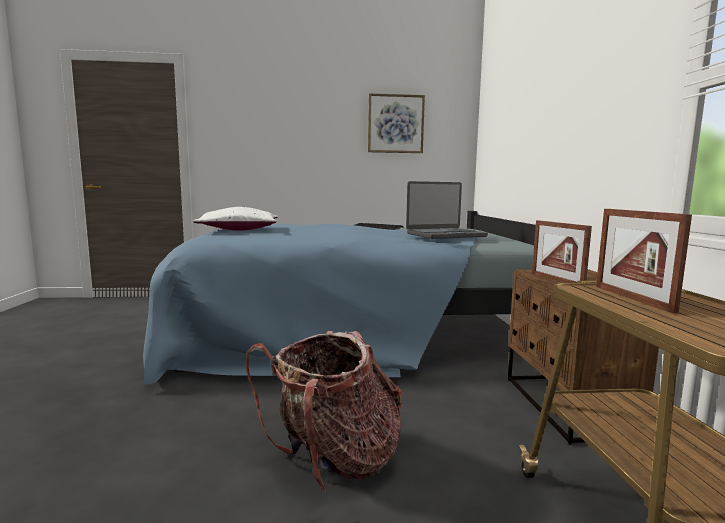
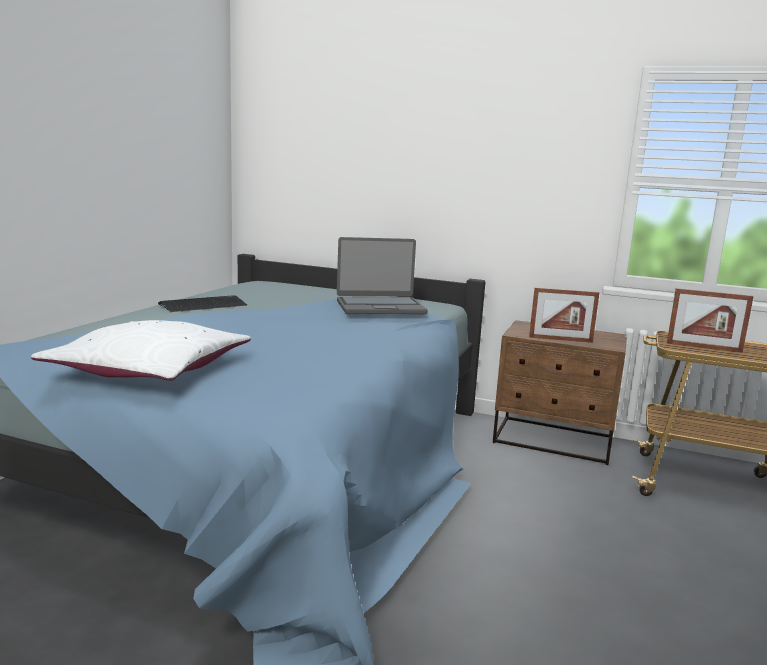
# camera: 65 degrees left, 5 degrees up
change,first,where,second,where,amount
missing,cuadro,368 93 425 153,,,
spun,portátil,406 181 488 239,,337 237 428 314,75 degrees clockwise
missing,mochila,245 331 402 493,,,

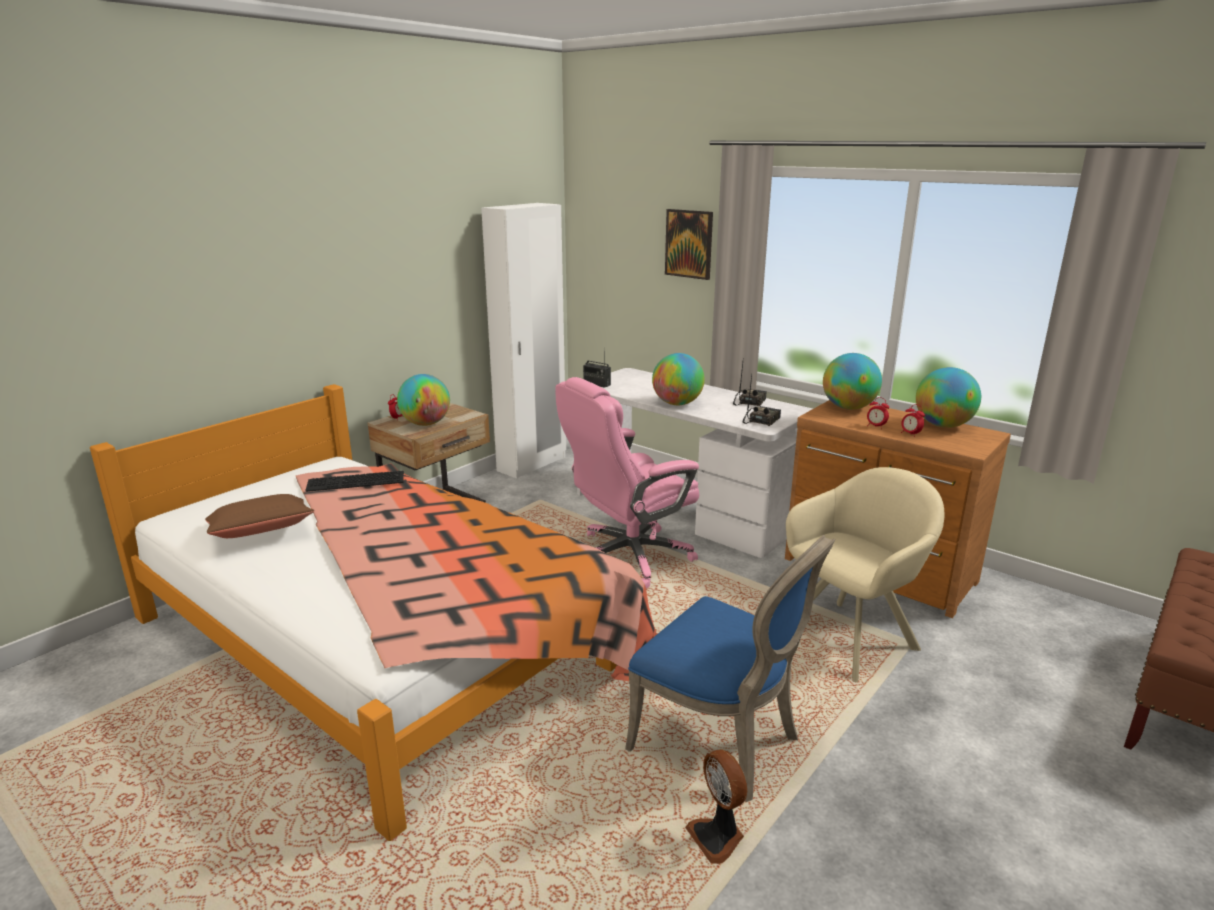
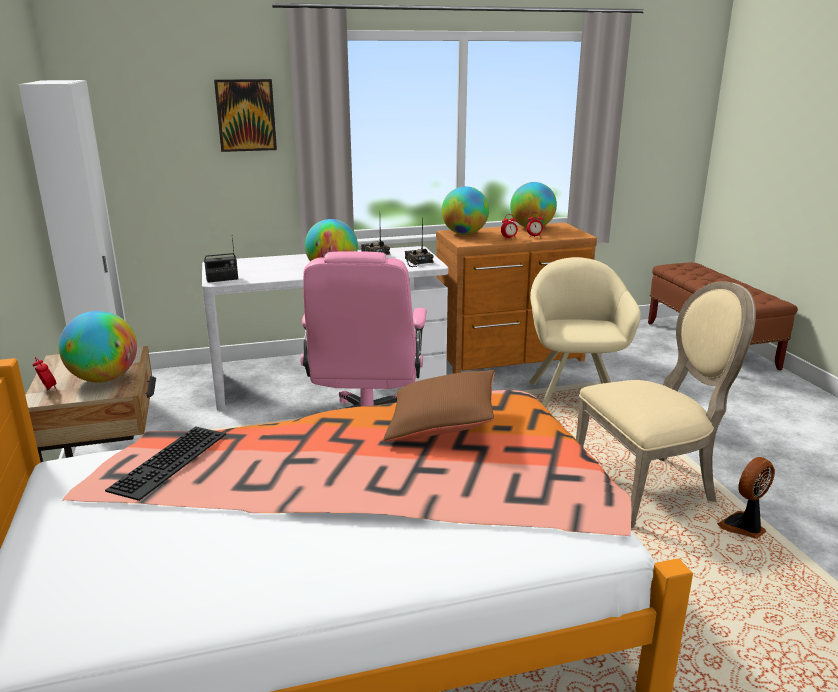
# camera: 55 degrees left, 0 degrees up
change,first,where,second,where,amount
relocated,cojín [marrón],205 494 314 538,,383 370 495 441,
colour,silla [azul],625 535 835 802,silla [beis],576 281 756 528,
spun,ventilador,685 749 747 864,,717 457 775 539,135 degrees clockwise

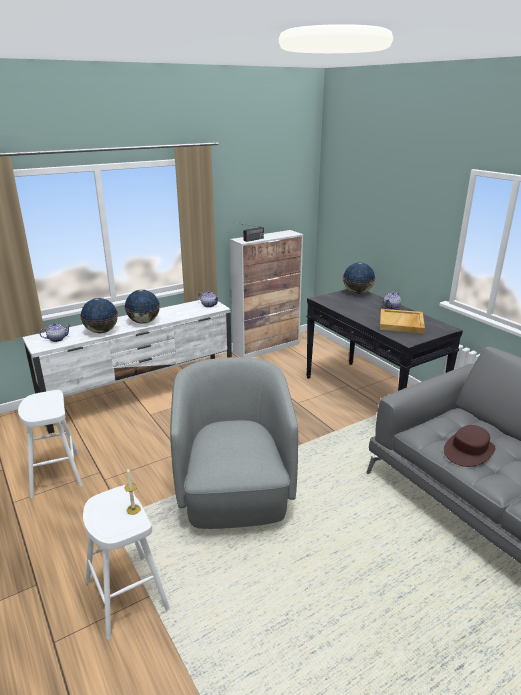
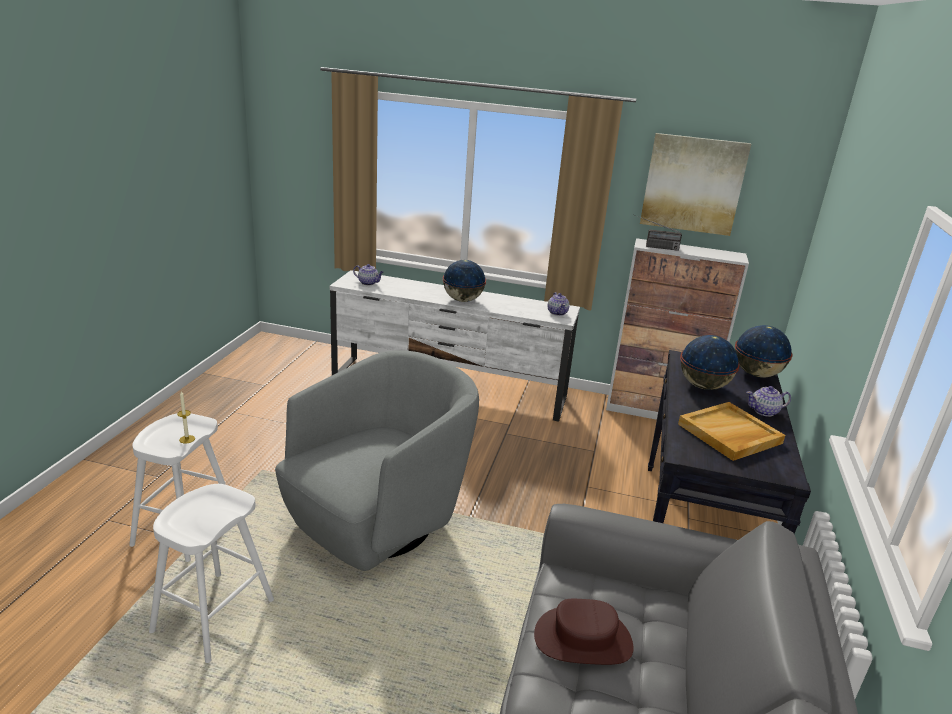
# camera: 45 degrees right, 0 degrees up
change,first,where,second,where,amount
relocated,globo terráqueo,80 298 118 333,,680 335 740 390,
relocated,taburete [blanco],18 390 83 498,,149 484 274 663,
appeared,,,cuadro,640 133 751 236,

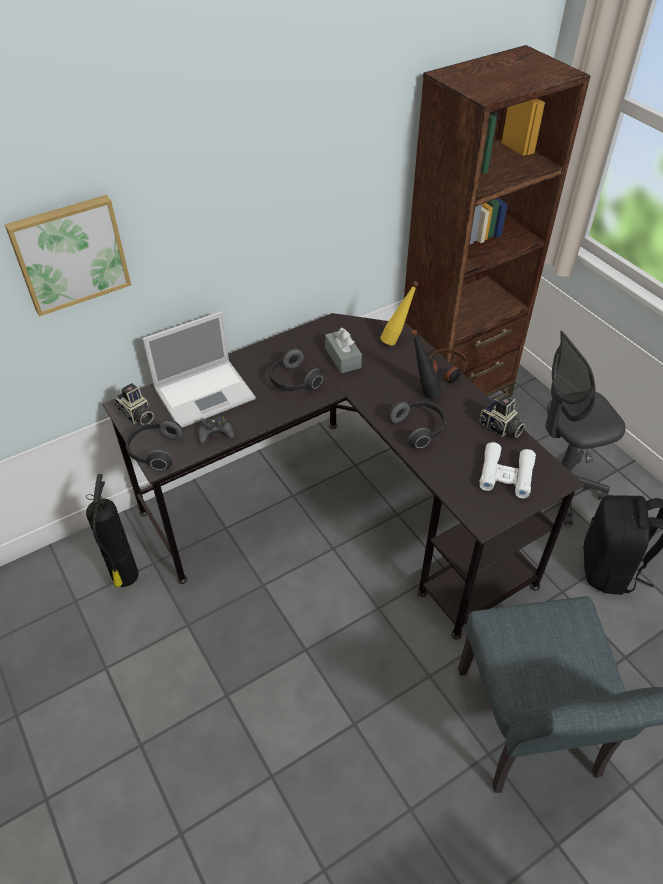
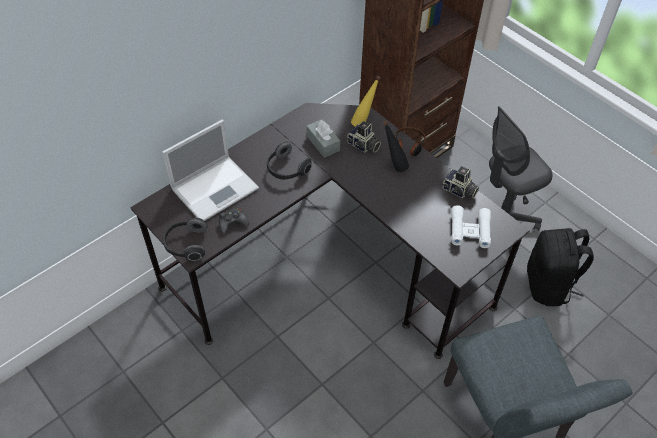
# camera: 10 degrees left, 5 degrees up
change,first,where,second,where,amount
missing,cuadro,5 195 131 316,,,
relocated,cámara,114 383 154 425,,346 121 381 153,
missing,auriculares,389 401 446 448,,,
missing,extintor,86 474 139 587,,,

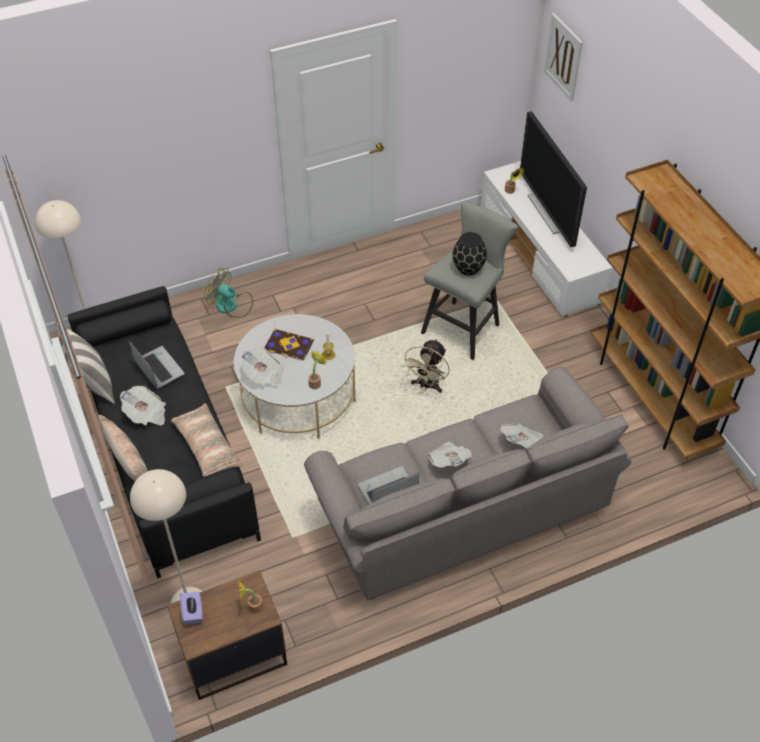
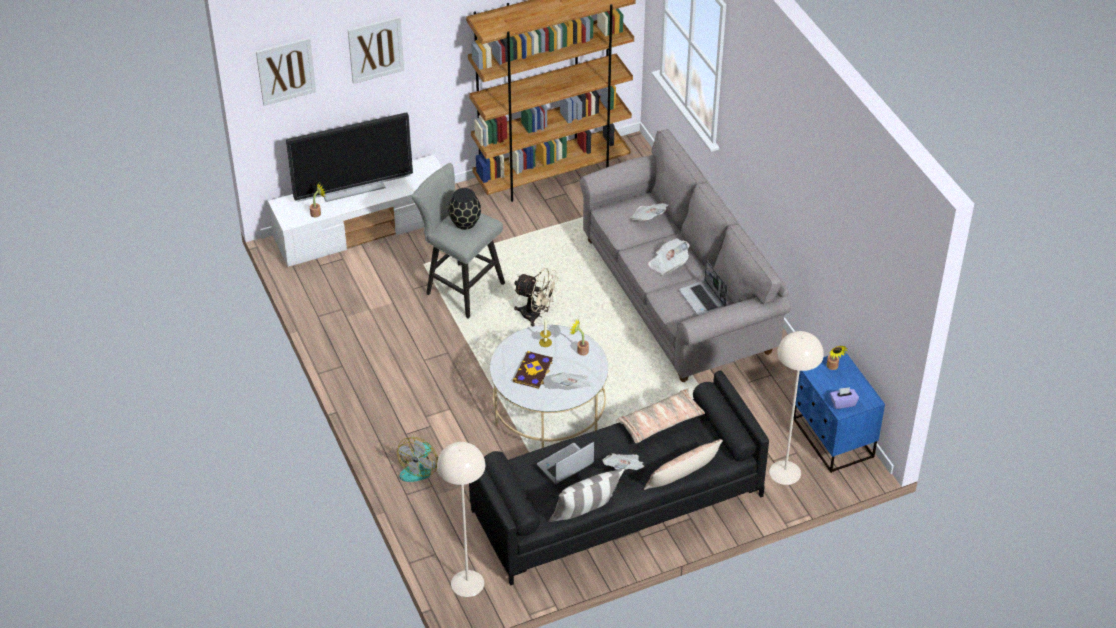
# camera: 90 degrees left, 5 degrees down
change,first,where,second,where,amount
colour,mesita de noche [marrón],167 570 287 700,mesita de noche [azul],793 351 885 473,
appeared,,,cuadro,348 16 404 84,

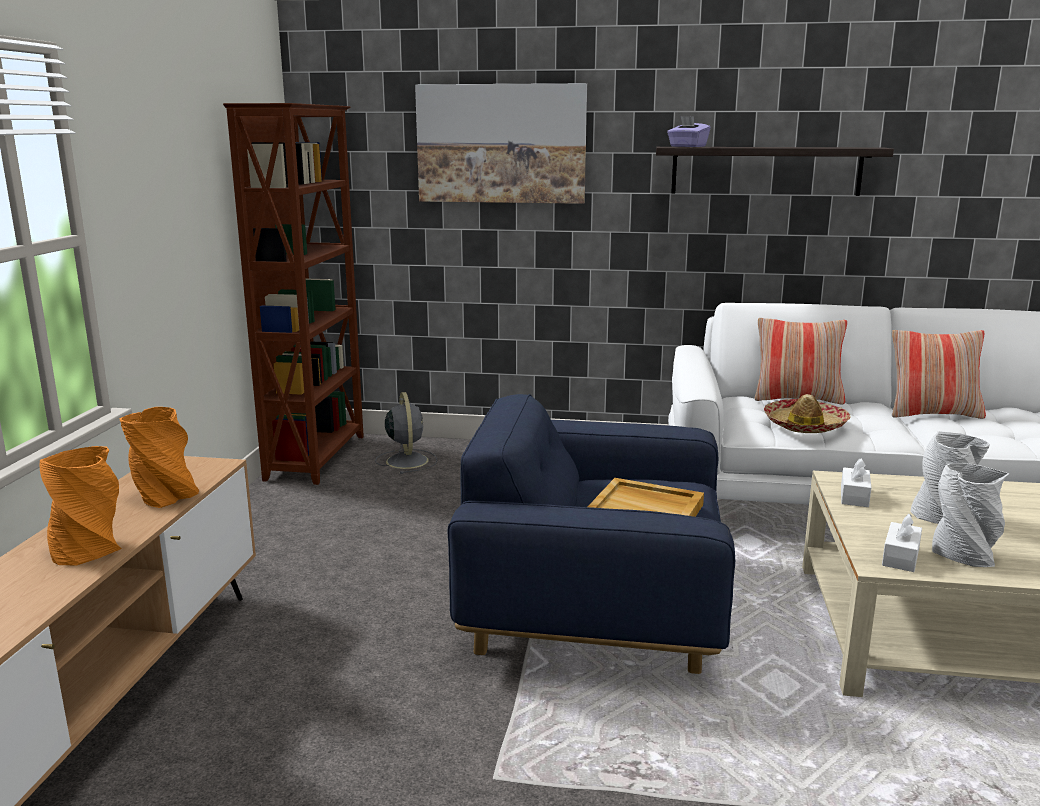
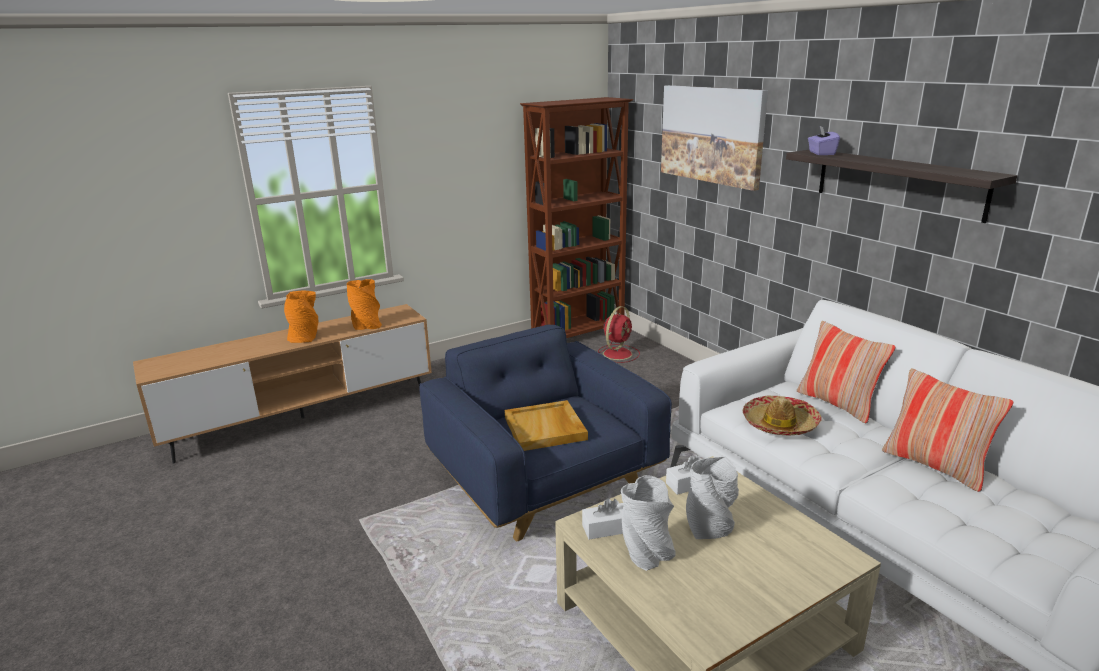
# camera: 50 degrees right, 5 degrees up
change,first,where,second,where,amount
colour,ventilador [gris],375 392 437 474,ventilador [rojo],598 306 640 363,

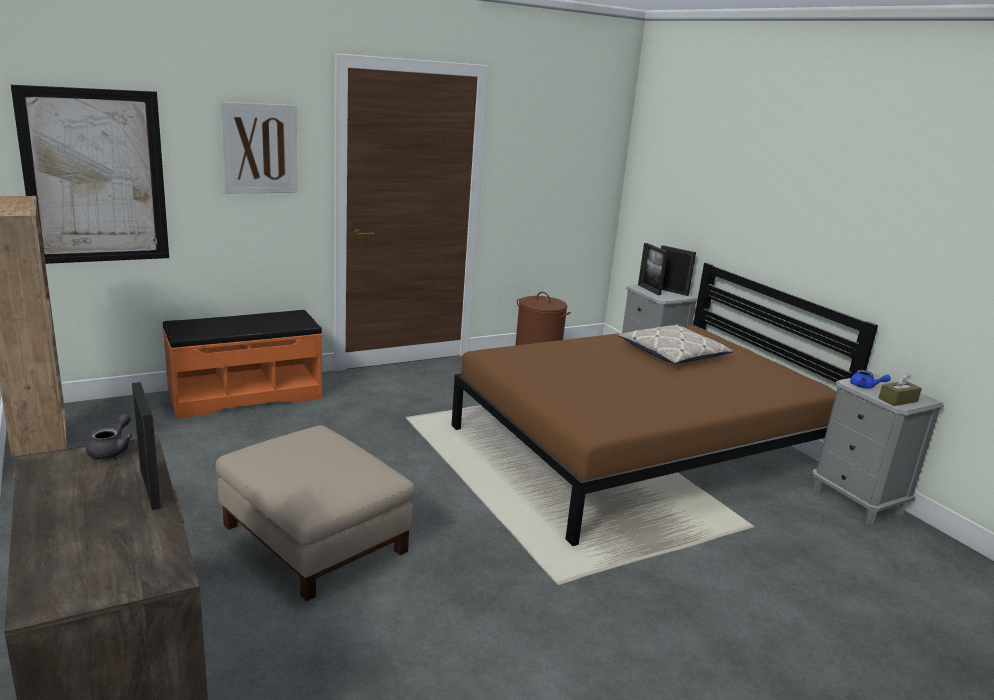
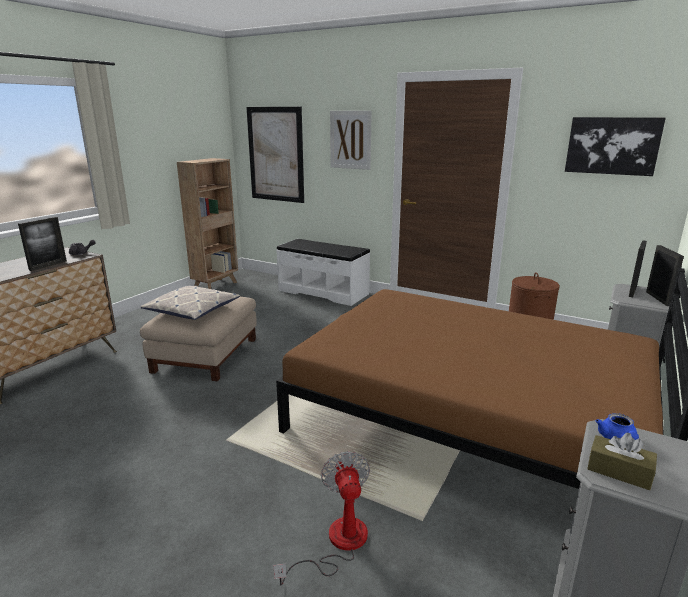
# camera: 60 degrees right, 0 degrees up
change,first,where,second,where,amount
colour,banco [naranja],162 310 323 419,banco [blanco],276 239 370 306,
relocated,cojín,618 324 734 364,,140 285 240 320,
appeared,,,cuadro,565 117 666 176,
appeared,,,ventilador,274 451 370 586,

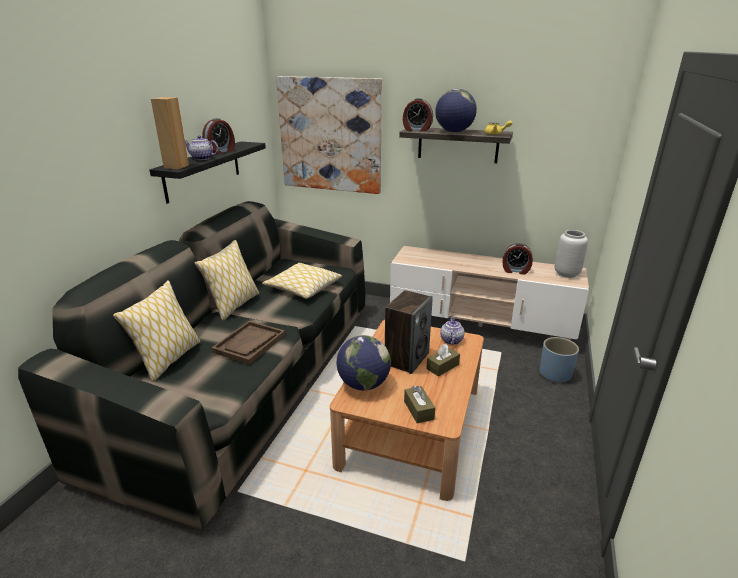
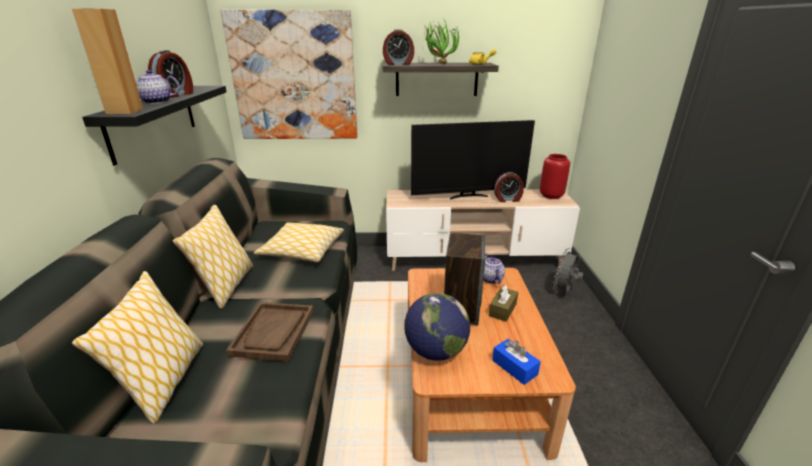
# camera: 20 degrees left, 0 degrees up
change,first,where,second,where,amount
exchanged,globo terráqueo,435 89 477 132,planta en maceta,424 18 459 64,
colour,florero [gris],554 230 588 278,florero [rojo],540 154 570 199,
exchanged,maceta [azul],540 337 579 384,ventilador [gris],553 248 583 294,
colour,caja de pañuelos [marrón],404 386 435 423,caja de pañuelos [azul],492 339 541 385,
appeared,,,televisor,411 120 535 200,

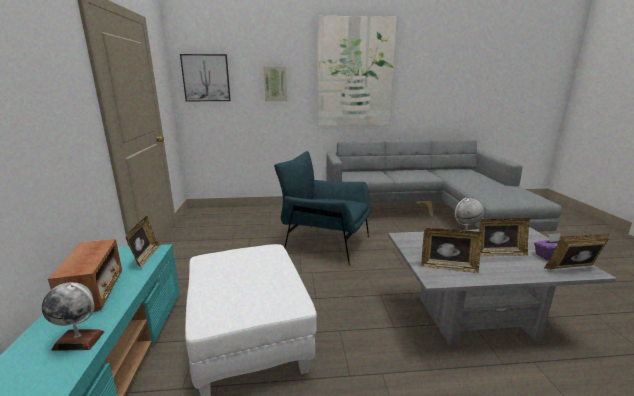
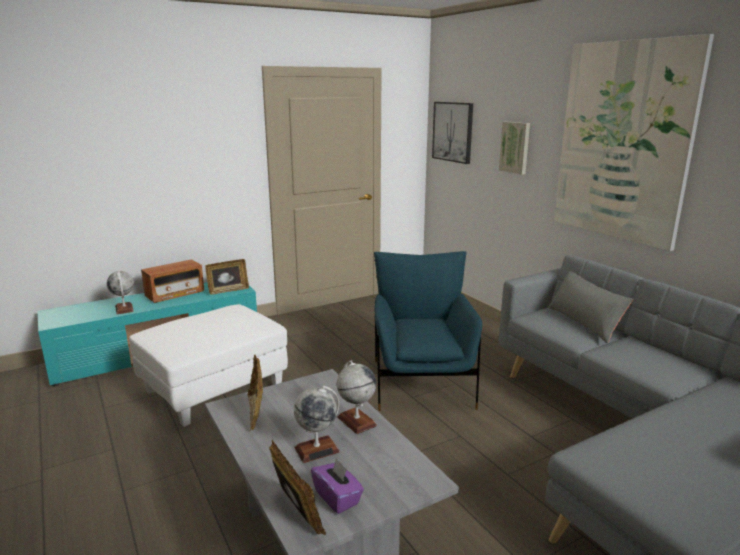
# camera: 65 degrees right, 0 degrees up
change,first,where,second,where,amount
exchanged,portarretratos,479 218 530 257,globo terráqueo,294 386 340 463,
appeared,,,cojín [gris],548 271 634 344,

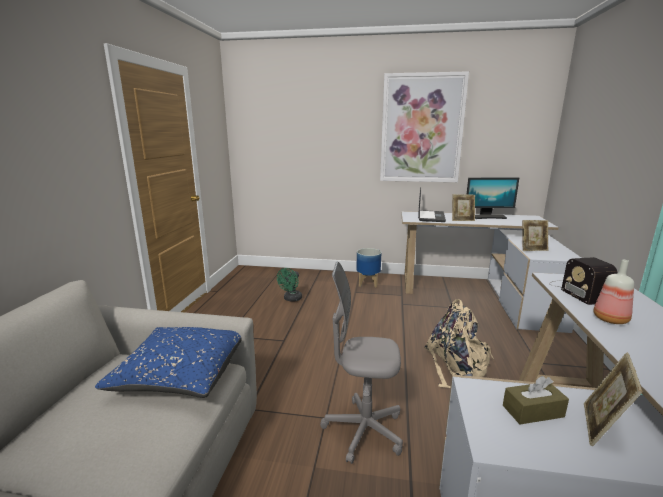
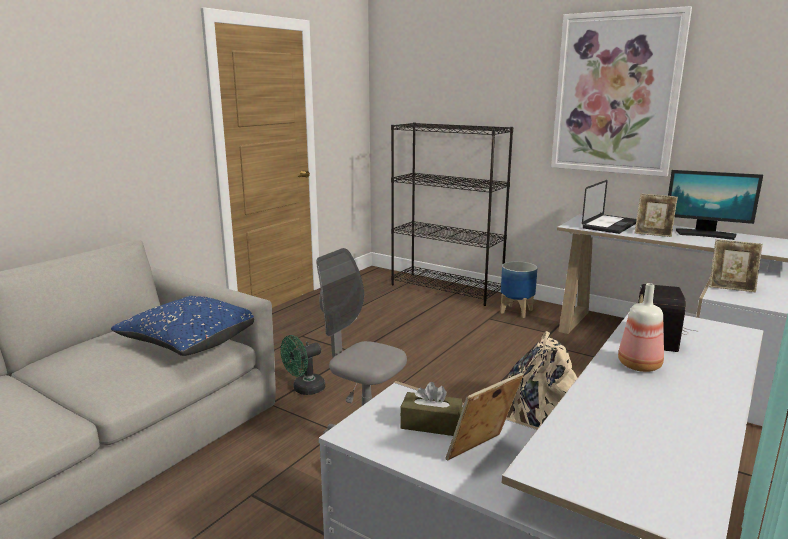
# camera: 25 degrees right, 0 degrees up
change,first,where,second,where,amount
relocated,ventilador [verde],277 268 302 302,,281 335 325 395,
appeared,,,estantería [negro],391 123 513 306,

